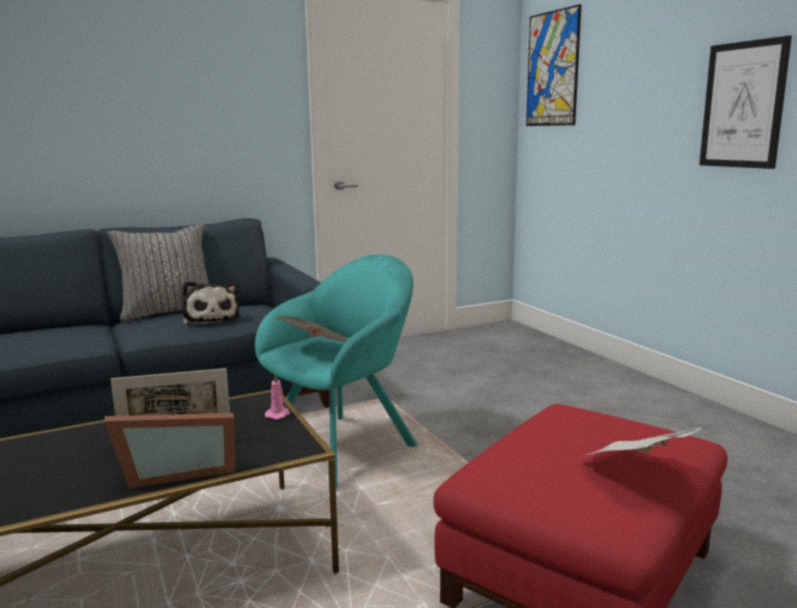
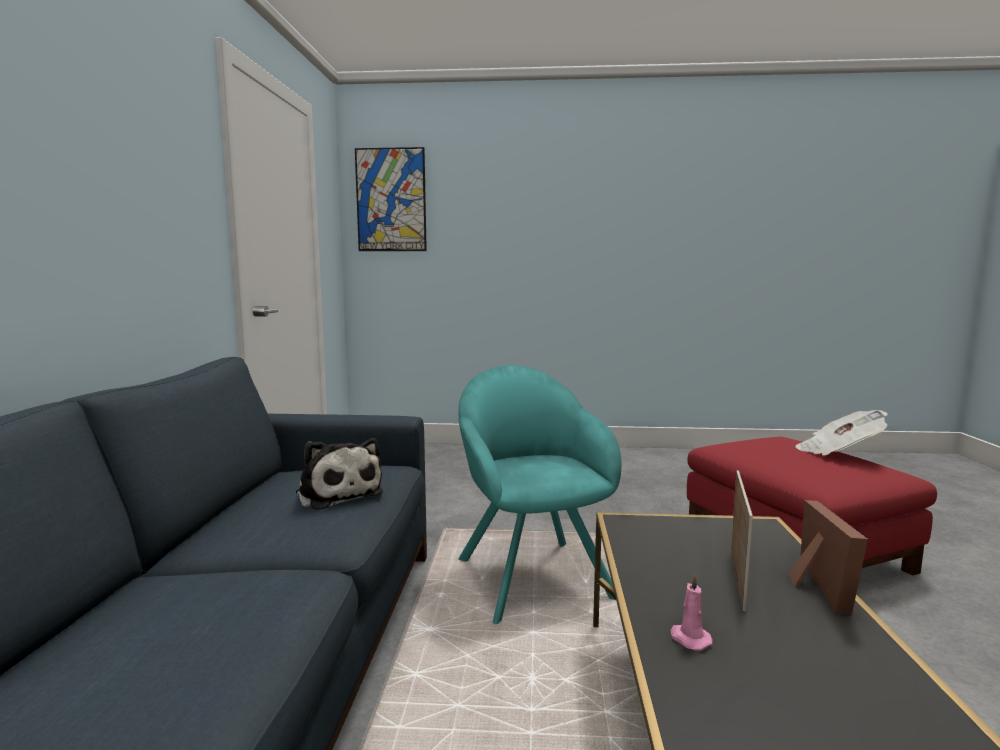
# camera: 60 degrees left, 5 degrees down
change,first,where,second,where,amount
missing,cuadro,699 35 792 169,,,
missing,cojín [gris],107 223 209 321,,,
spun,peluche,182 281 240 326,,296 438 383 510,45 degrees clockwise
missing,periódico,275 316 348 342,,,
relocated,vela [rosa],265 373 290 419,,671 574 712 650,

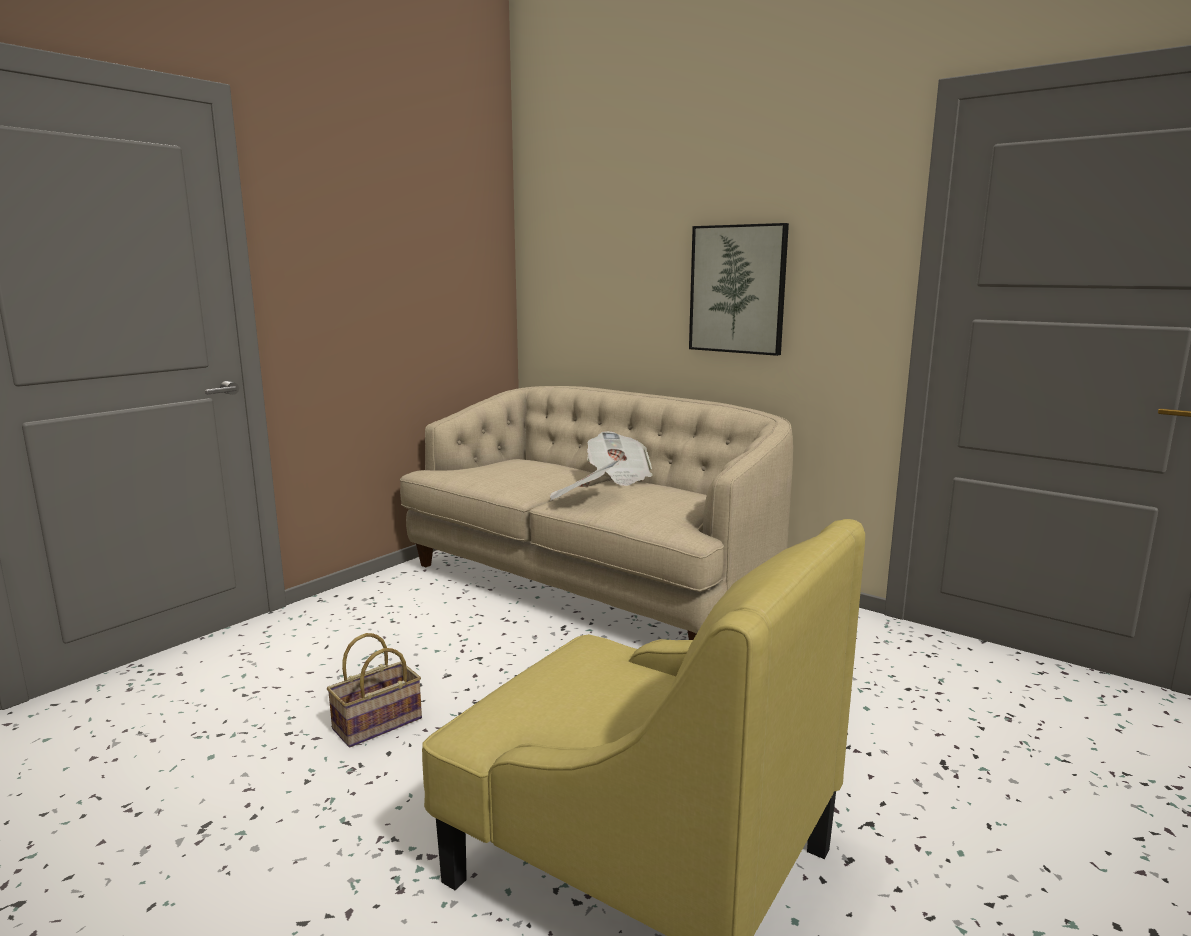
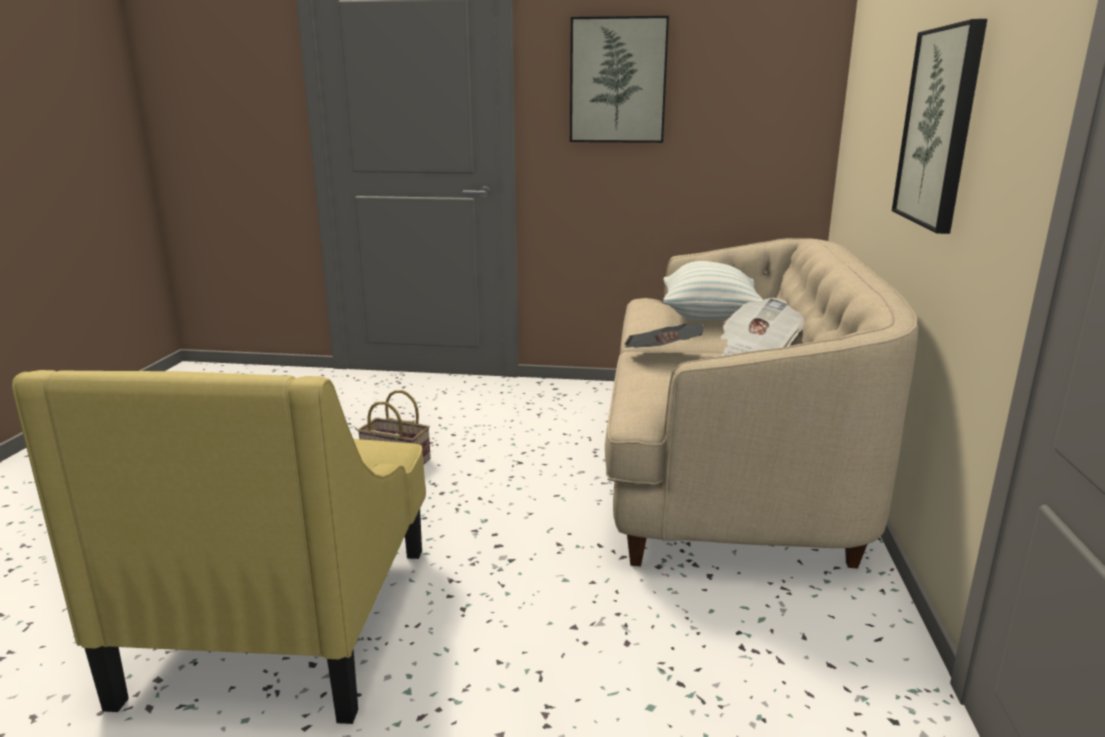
# camera: 60 degrees right, 5 degrees up
change,first,where,second,where,amount
appeared,,,cuadro,570 15 669 143,
appeared,,,cojín,663 261 763 321,

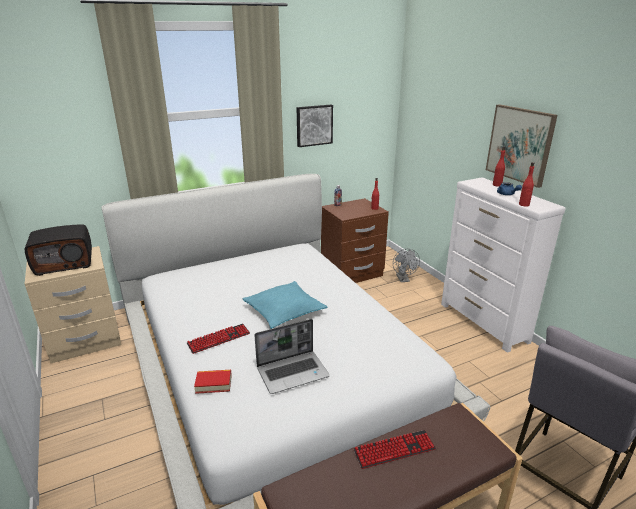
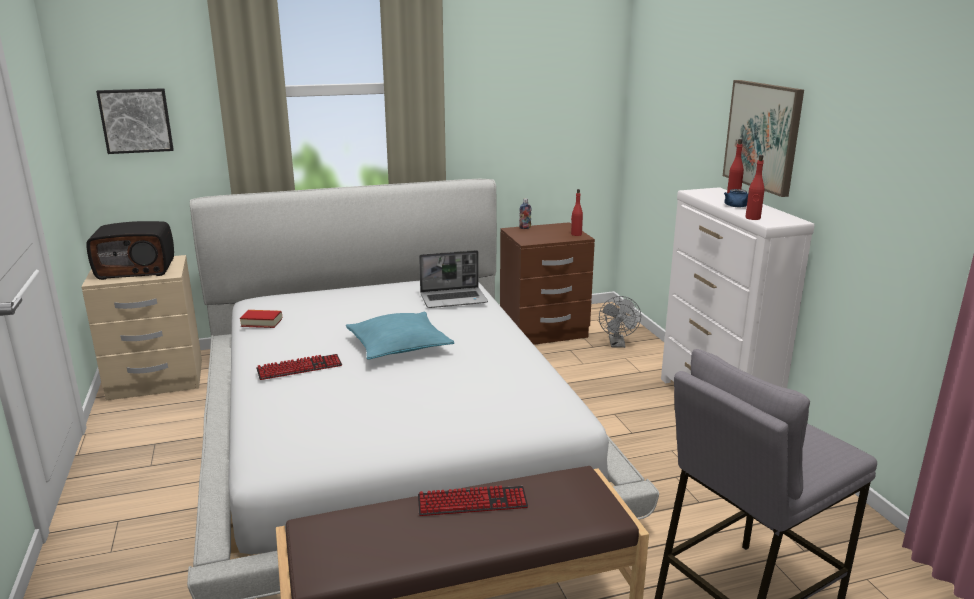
# camera: 10 degrees right, 5 degrees down
change,first,where,second,where,amount
relocated,cuadro,297 105 333 147,,96 88 174 154,
relocated,portátil,255 319 330 394,,419 250 488 308,
relocated,libro,194 370 232 394,,240 310 282 328,

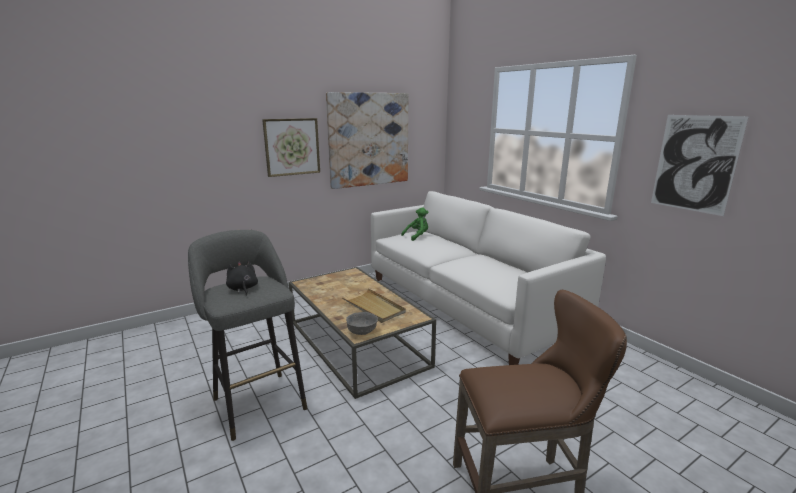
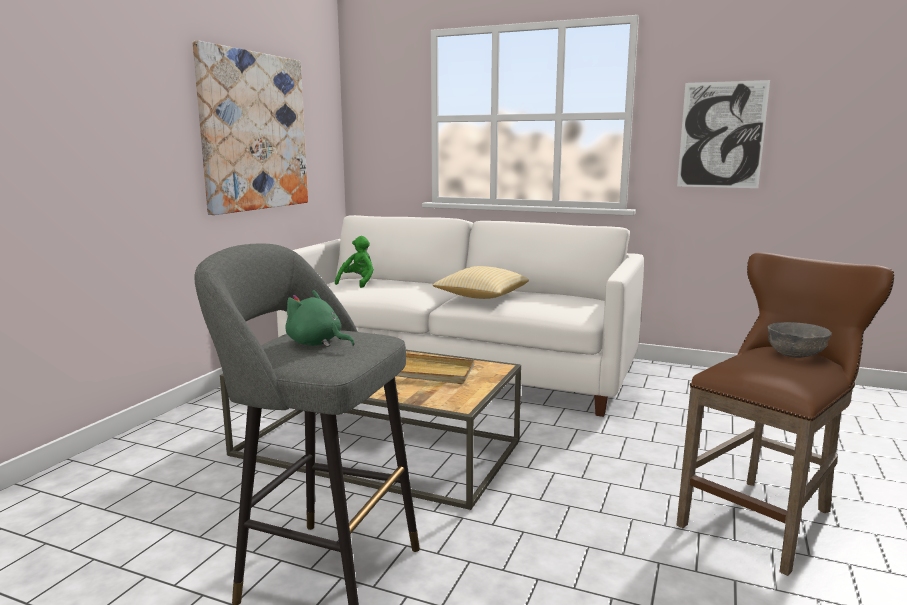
# camera: 35 degrees left, 5 degrees down
change,first,where,second,where,amount
missing,cuadro,262 118 320 177,,,
colour,peluche [negro],226 261 258 296,peluche [verde],285 290 355 347,
relocated,cuenco [gris],346 312 378 335,,767 322 832 358,
appeared,,,cojín,433 266 529 299,

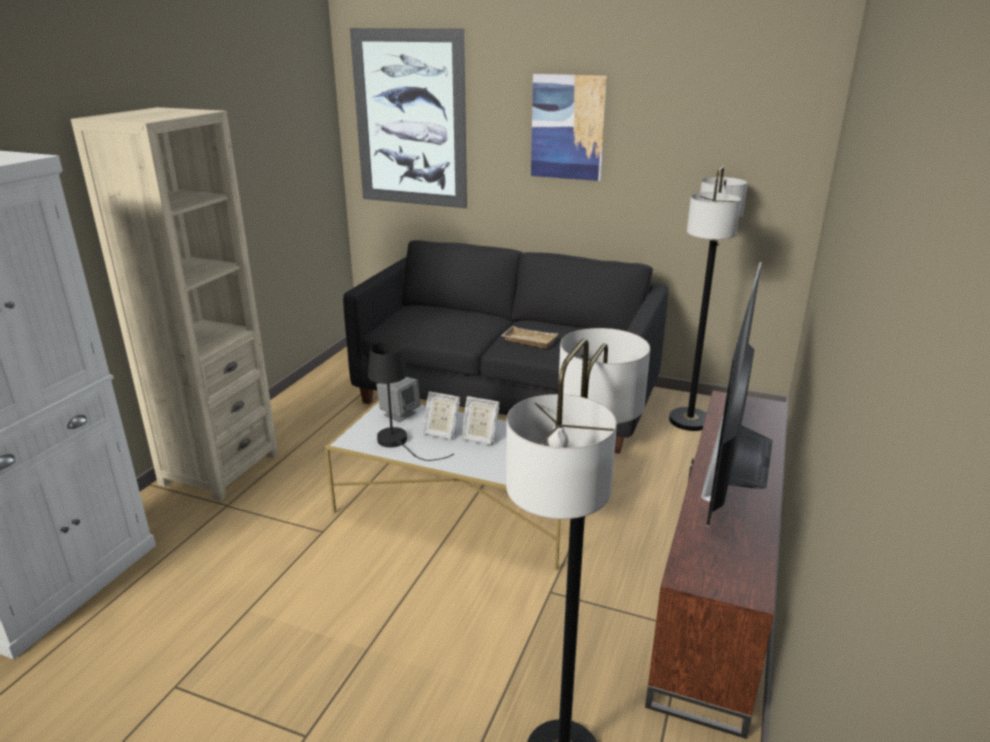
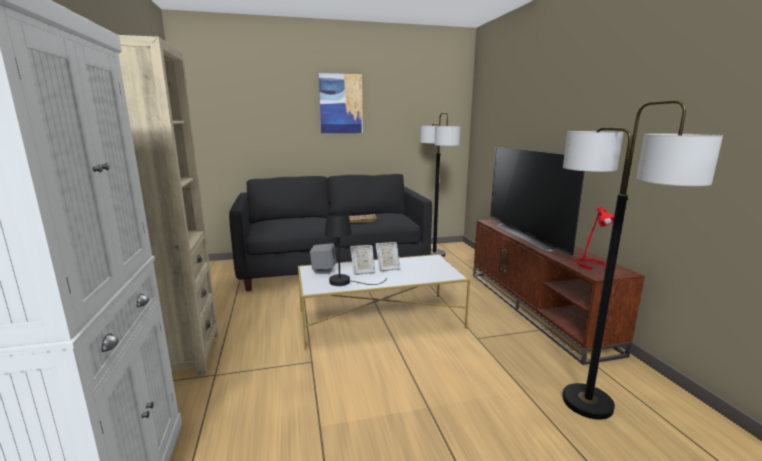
# camera: 35 degrees left, 10 degrees down
change,first,where,second,where,amount
missing,cuadro,350 28 467 208,,,
appeared,,,lámpara de mesa [rojo],571 207 614 270,

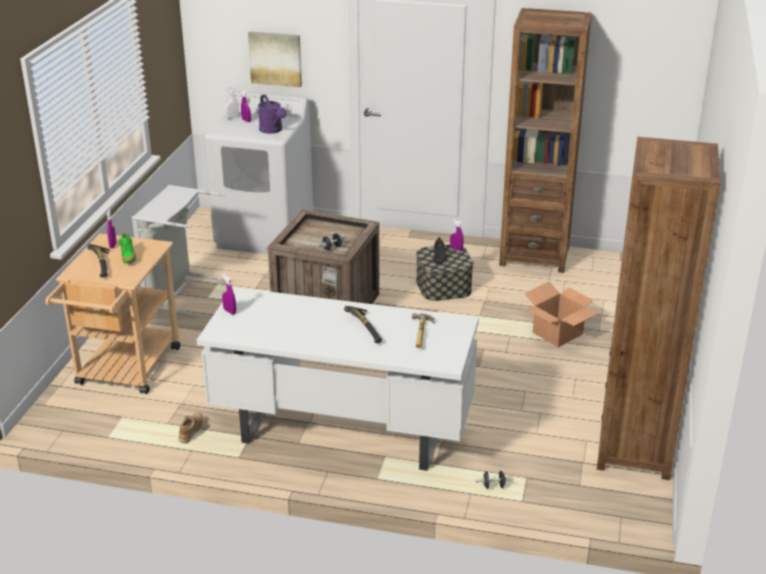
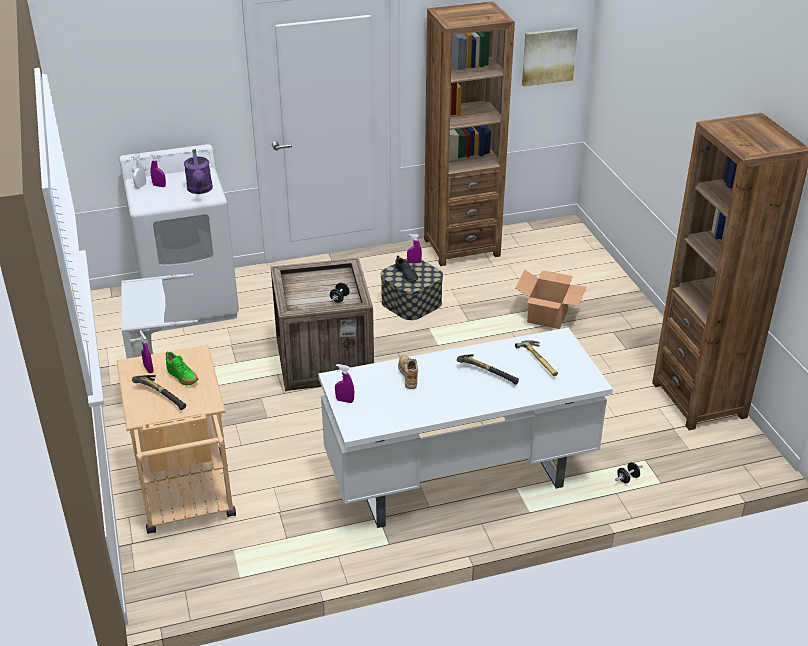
# camera: 30 degrees left, 5 degrees up
change,first,where,second,where,amount
relocated,cuadro,248 31 302 87,,522 27 578 87,
spun,regadera [morado],258 95 287 134,,184 149 213 194,45 degrees clockwise
relocated,zapato [beis],179 413 203 443,,398 355 418 389,

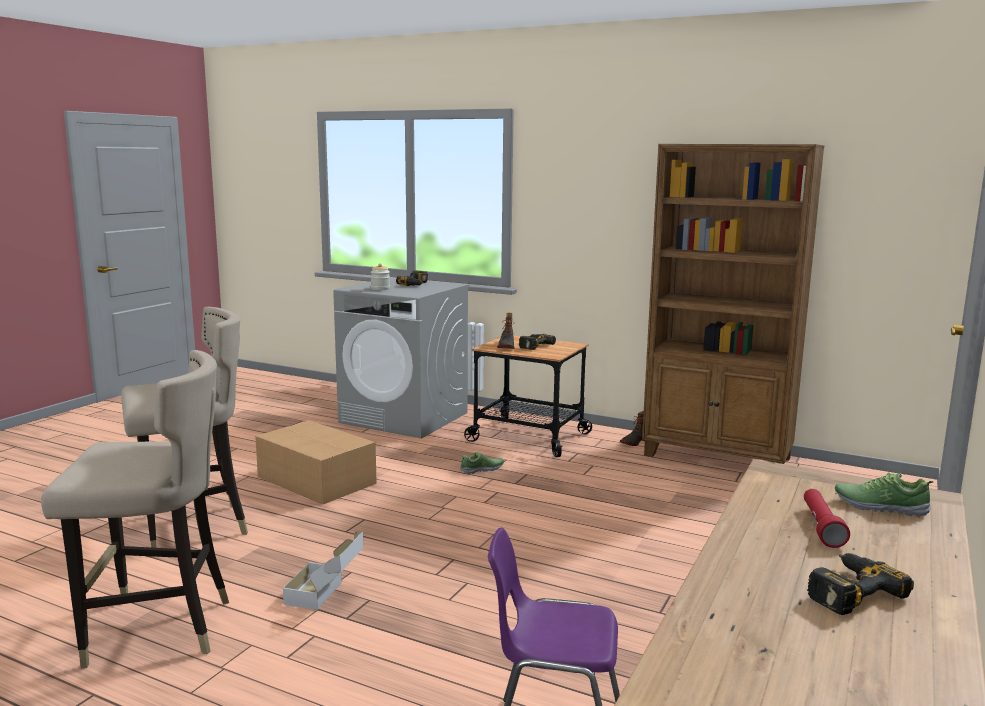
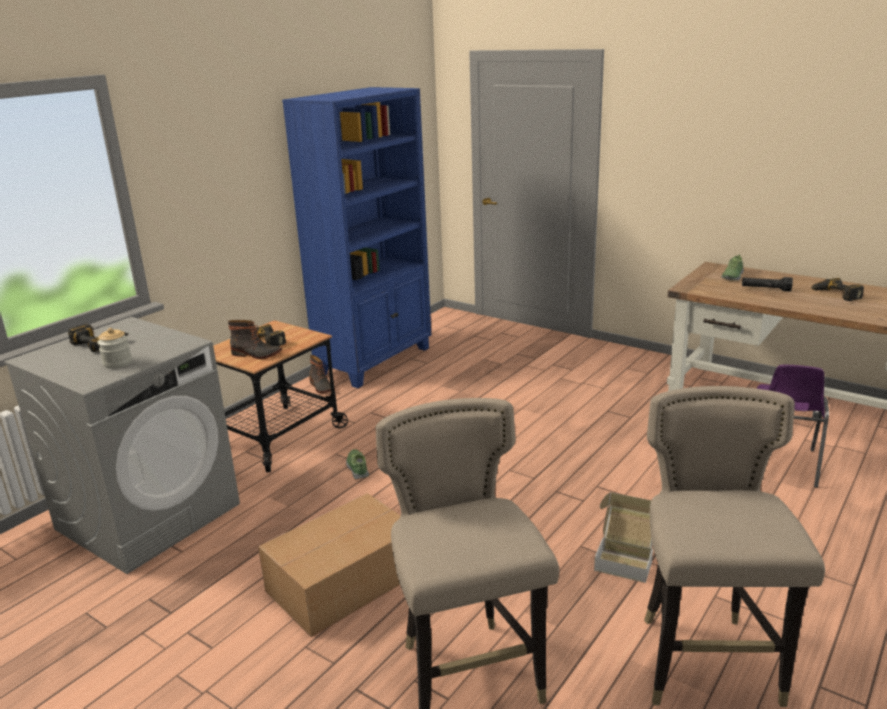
# camera: 80 degrees left, 10 degrees up
change,first,where,second,where,amount
colour,estantería [marrón],642 144 824 464,estantería [azul],282 87 431 388,
colour,linterna [rojo],804 489 850 548,linterna [negro],742 277 793 291,

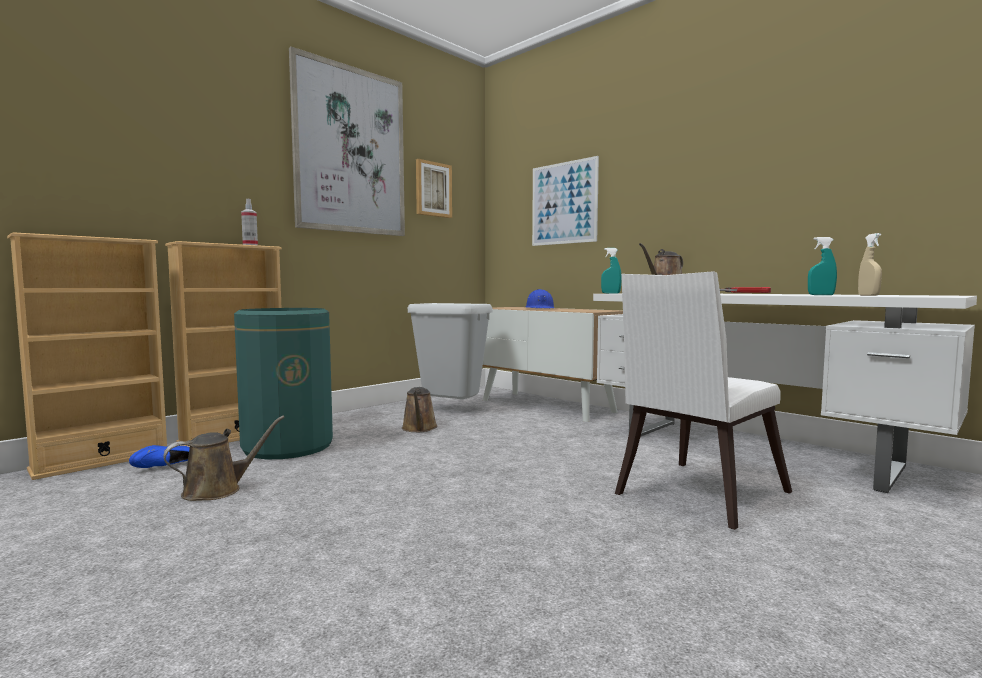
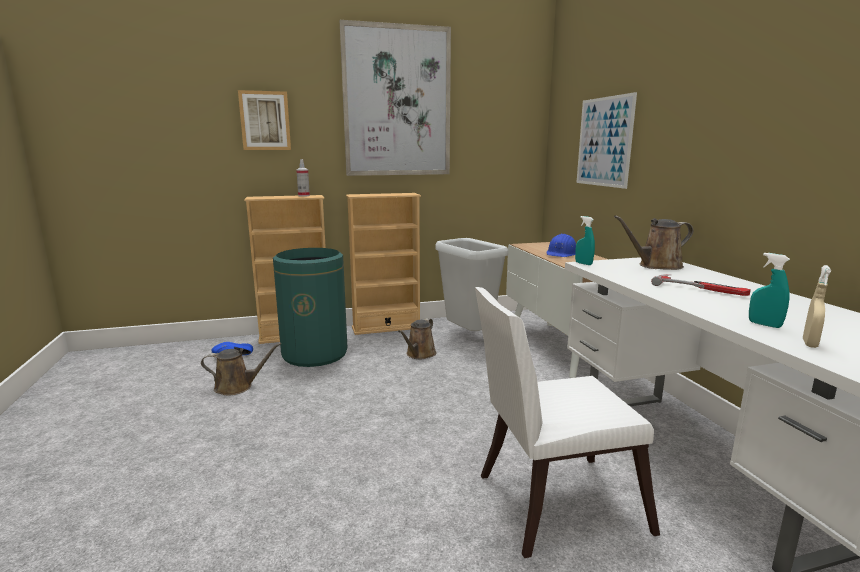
# camera: 30 degrees right, 10 degrees up
change,first,where,second,where,amount
relocated,cuadro,416 159 452 218,,238 90 291 150,
relocated,estantería [beis],7 232 167 480,,346 193 421 335,

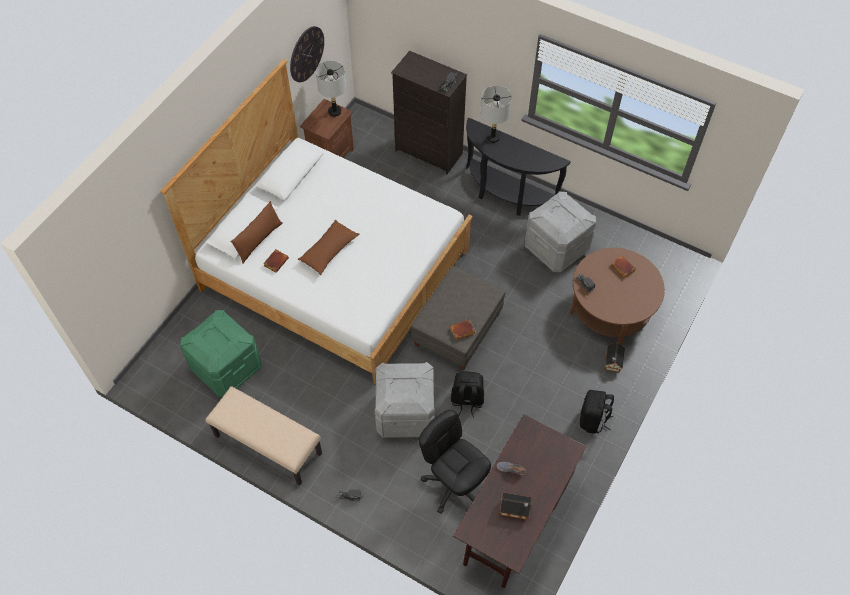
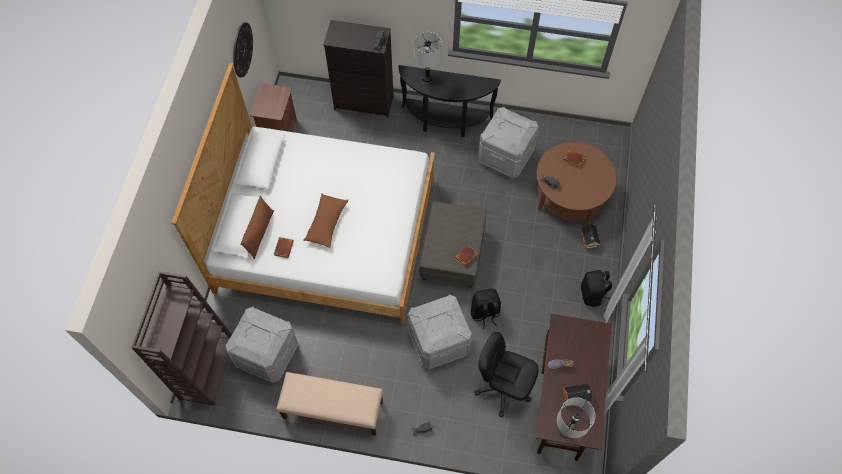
# camera: 20 degrees left, 5 degrees up
change,first,where,second,where,amount
relocated,lámpara de mesa [gris],316 61 346 117,,557 397 595 439,
colour,caja de almacenaje [verde],180 310 261 397,caja de almacenaje [gris],225 307 299 383,
appeared,,,estantería [marrón],131 271 232 406,

